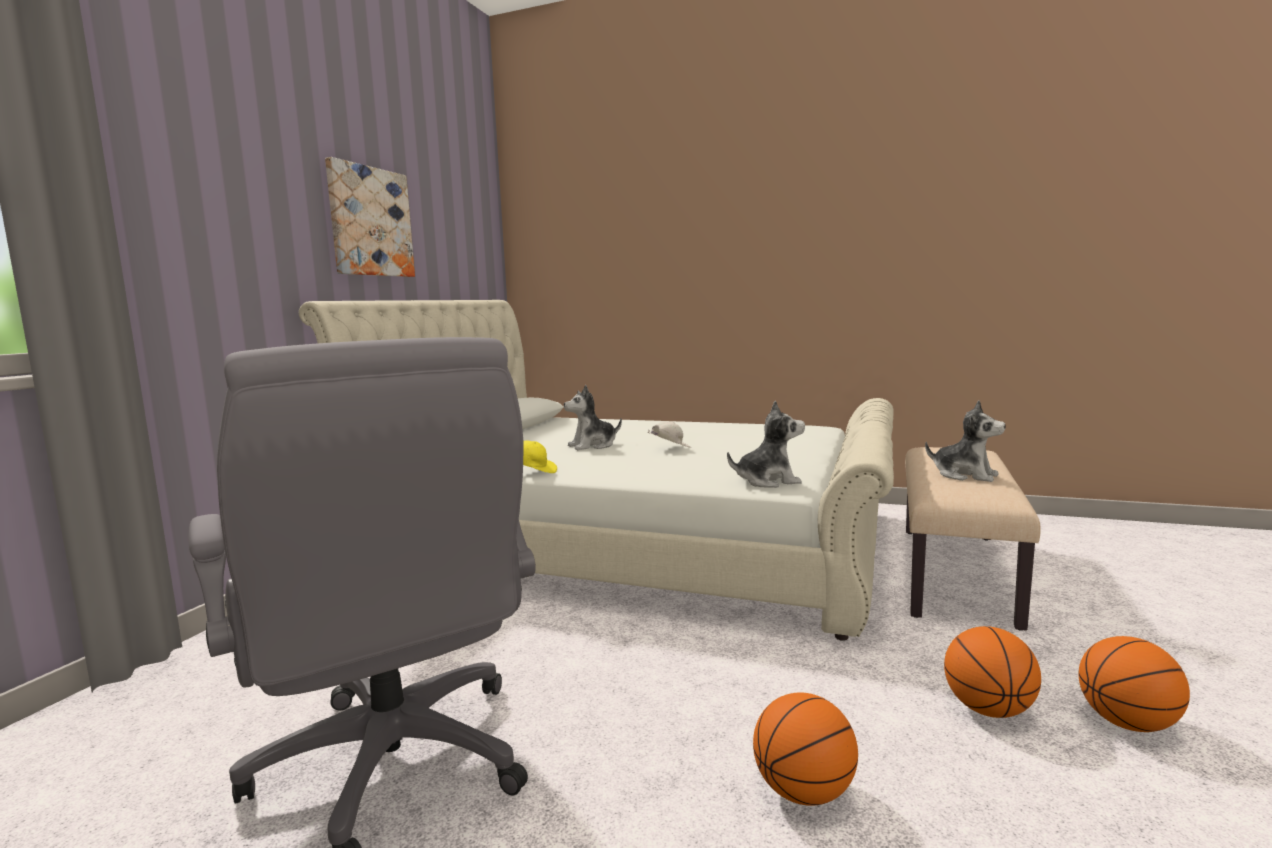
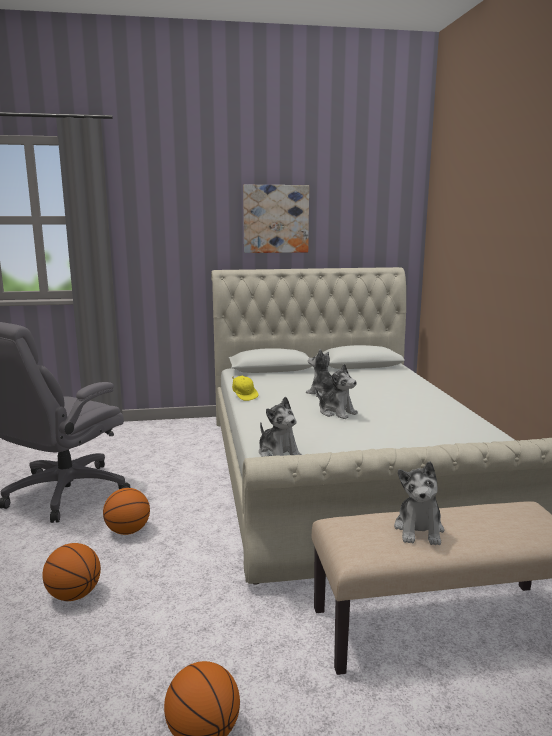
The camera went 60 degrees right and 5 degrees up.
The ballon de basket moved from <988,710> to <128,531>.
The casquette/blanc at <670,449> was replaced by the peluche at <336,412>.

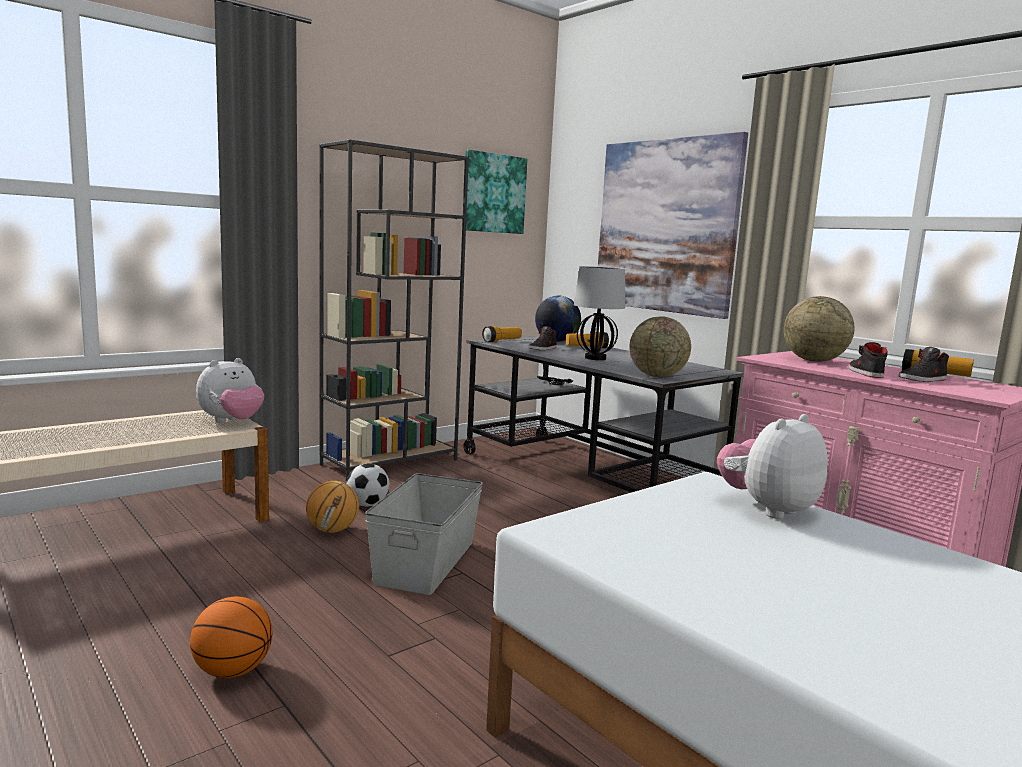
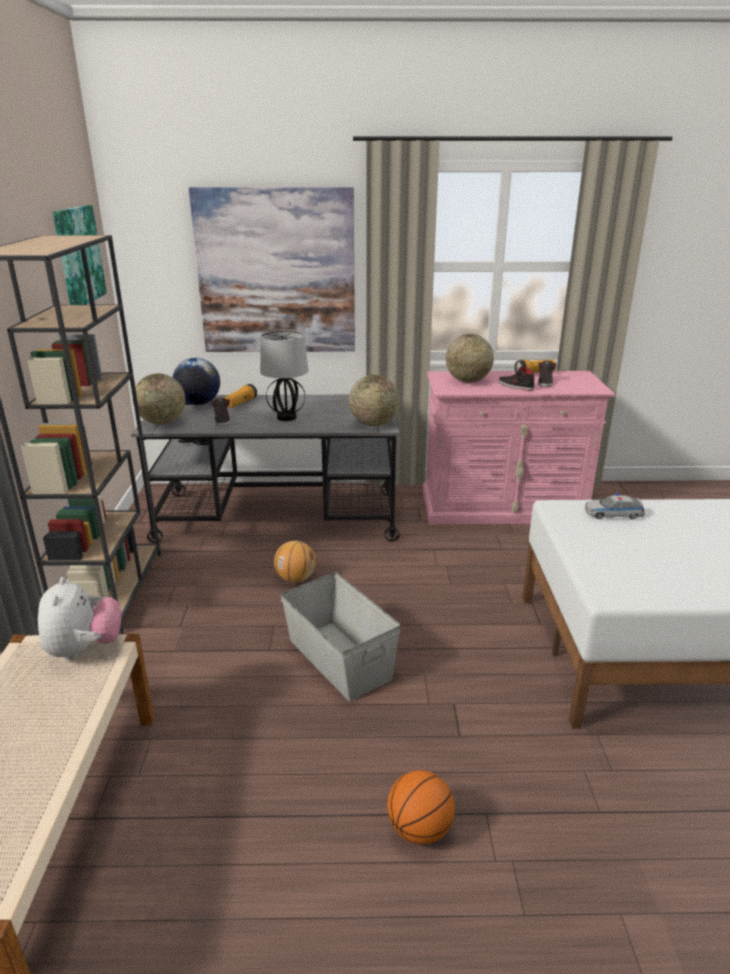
The camera went 50 degrees left and 15 degrees up.
The lampe de poche at <502,341> was replaced by the globe at <162,422>.
The ballon de basket moved from <332,530> to <296,579>.
The peluche at <767,509> was replaced by the petite voiture at <613,514>.
The ballon de foot at <367,505> disappeared.

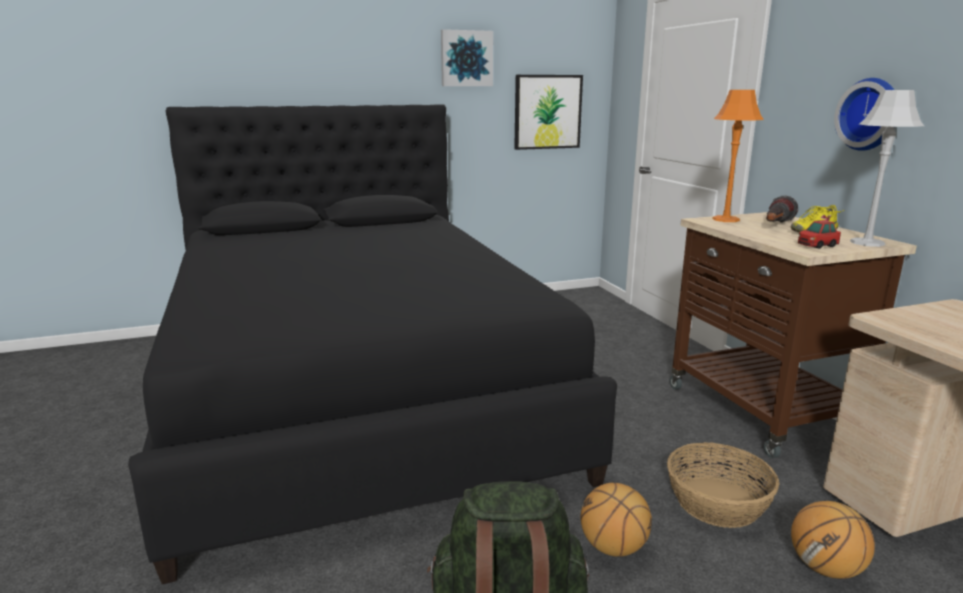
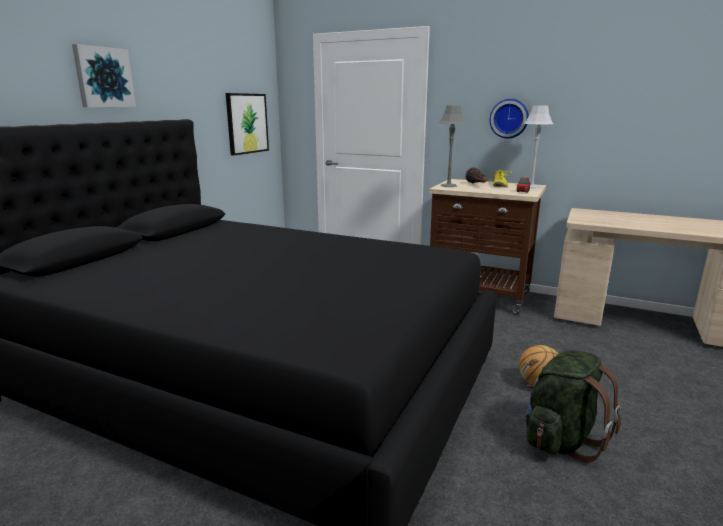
The camera went 45 degrees left and 0 degrees up.
The tableau moved from <466,58> to <103,77>.
The lampe de table/orange at <726,219> became the lampe de table/gris at <448,185>.
The panier at <716,502> disappeared.
The ballon de basket at <826,568> disappeared.

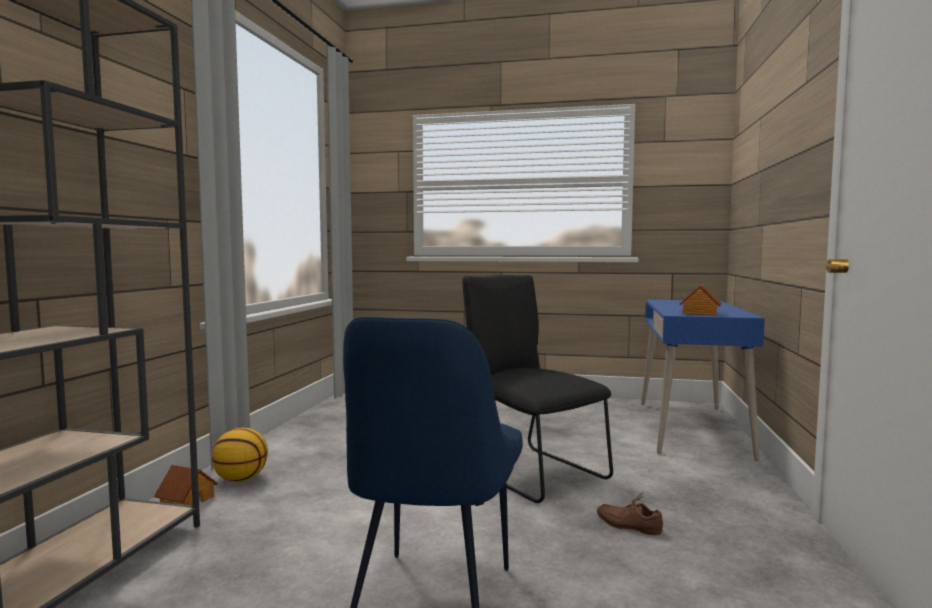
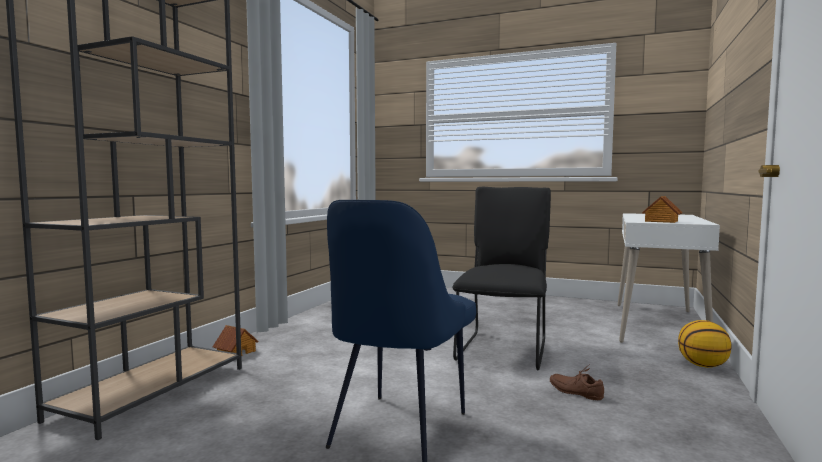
The camera went 10 degrees right and 0 degrees up.
The chaise/noir at <530,471> turned 45 degrees clockwise.
The bureau/bleu at <692,429> became the bureau/blanc at <658,325>.
The ballon de basket moved from <241,479> to <703,366>.

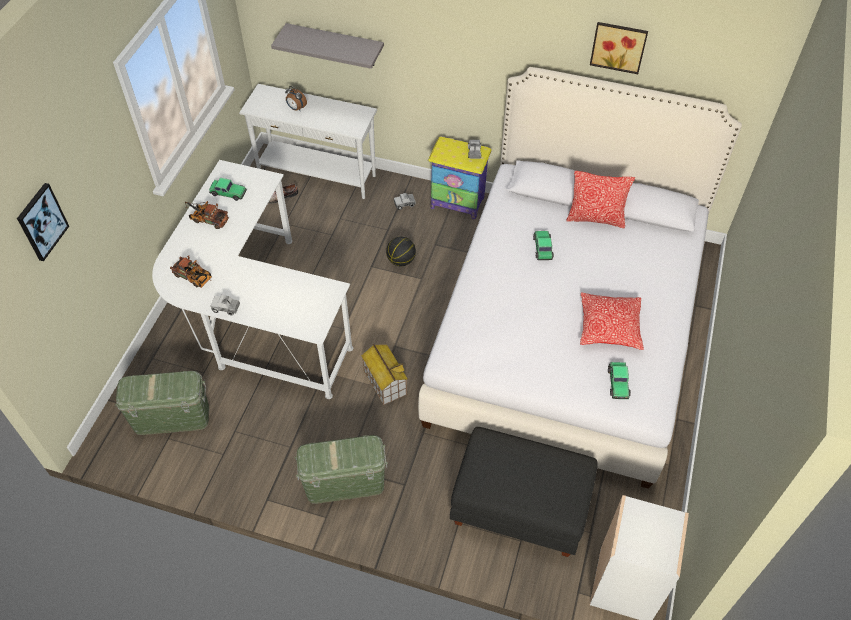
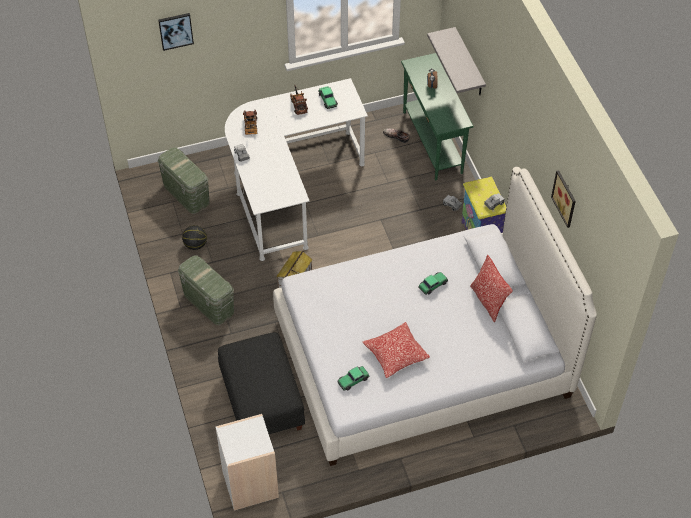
The camera went 55 degrees right and 0 degrees up.
The ballon de basket moved from <401,260> to <195,244>.
The table console/blanc at <318,175> became the table console/vert at <433,142>.

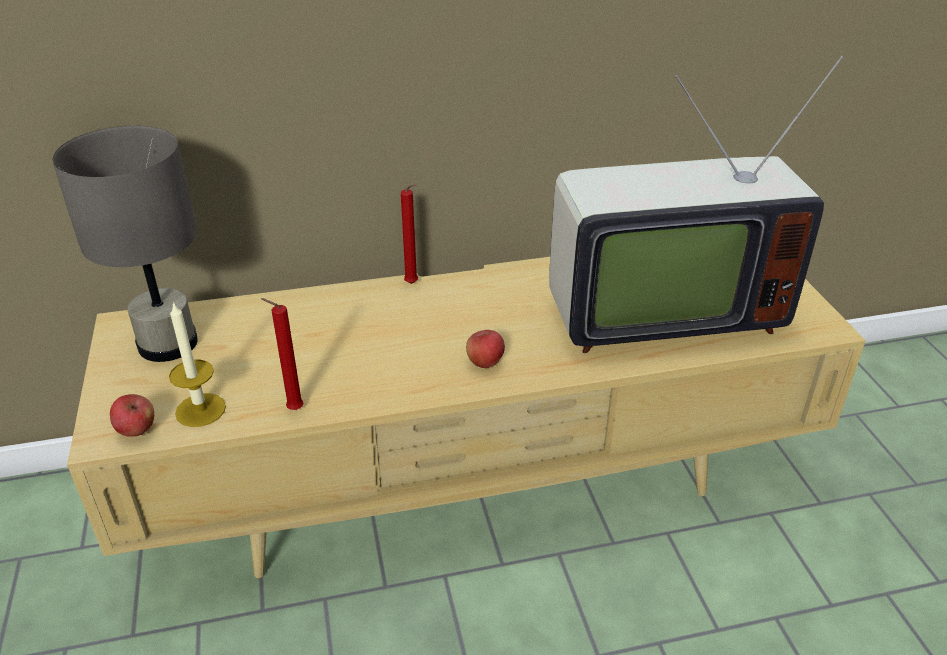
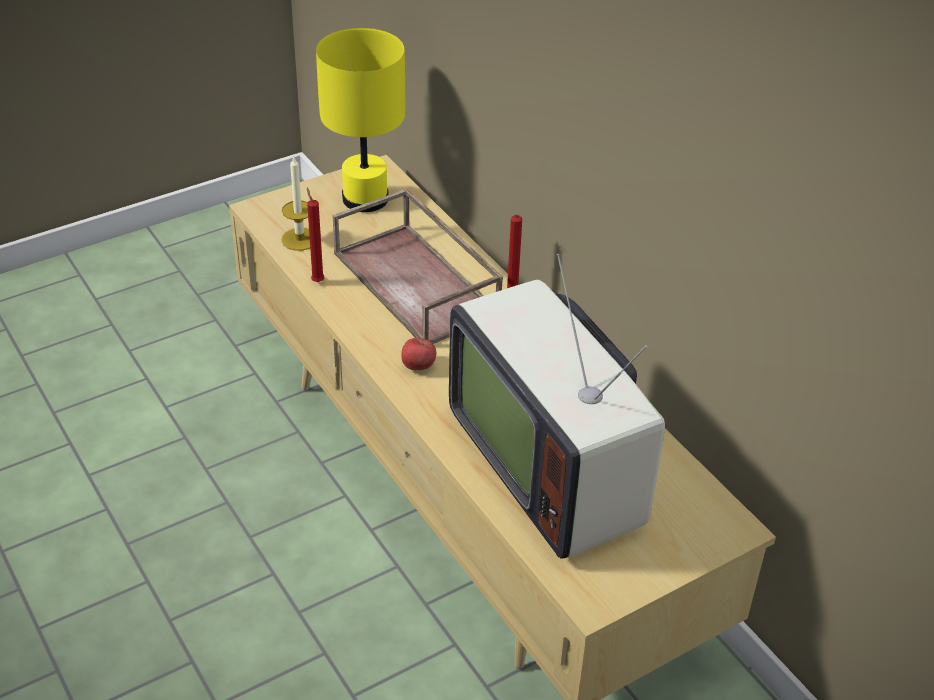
The camera went 70 degrees right and 5 degrees up.
The lampe de table/gris at <169,344> became the lampe de table/jaune at <365,199>.
The plateau/marron at <418,284> appeared.
The pomme at <137,430> disappeared.

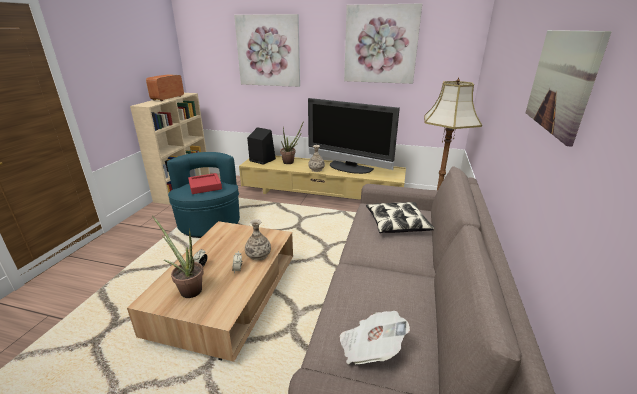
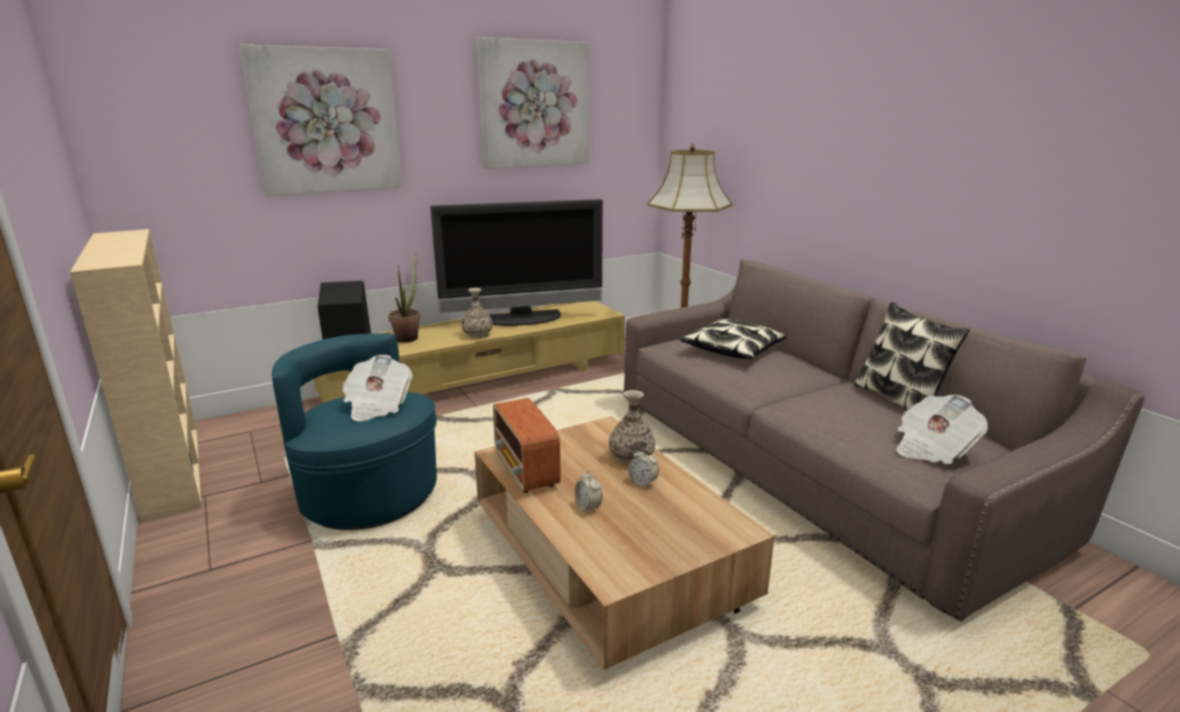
The camera went 45 degrees left and 5 degrees down.
The plateau/rouge at <205,186> was replaced by the journal at <377,405>.
The radio moved from <167,98> to <526,471>.
The coussin at <899,400> appeared.
The plante en pot at <188,289> disappeared.
The tableau at <561,81> disappeared.

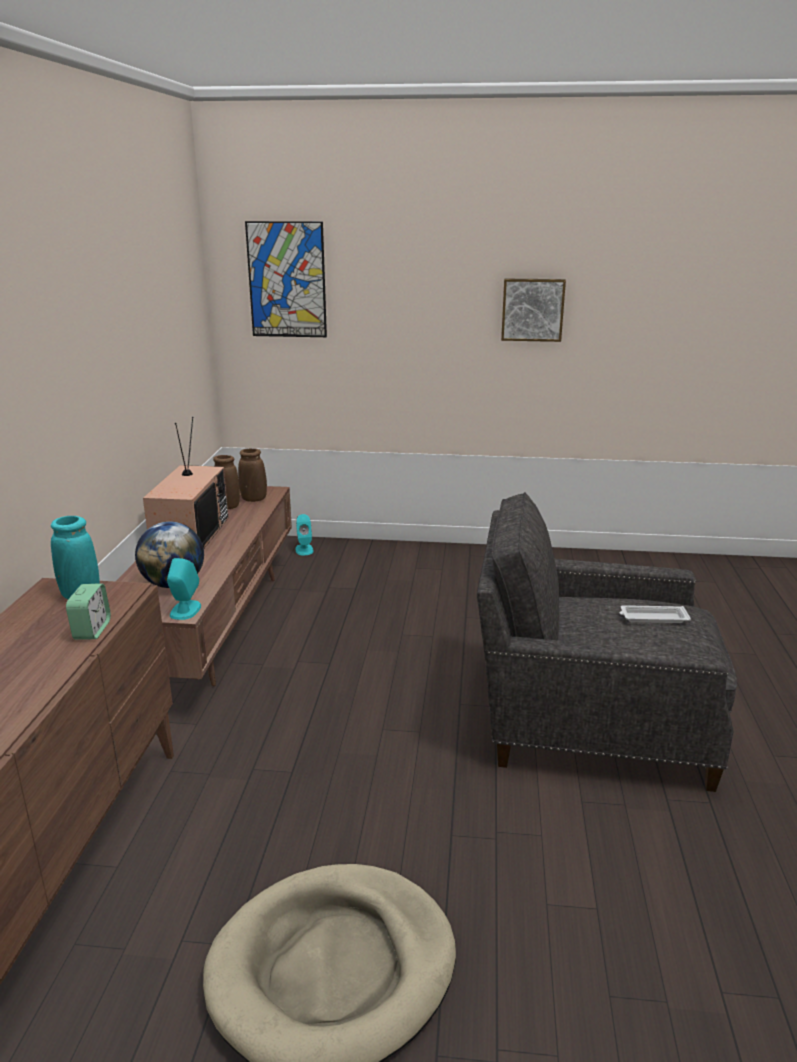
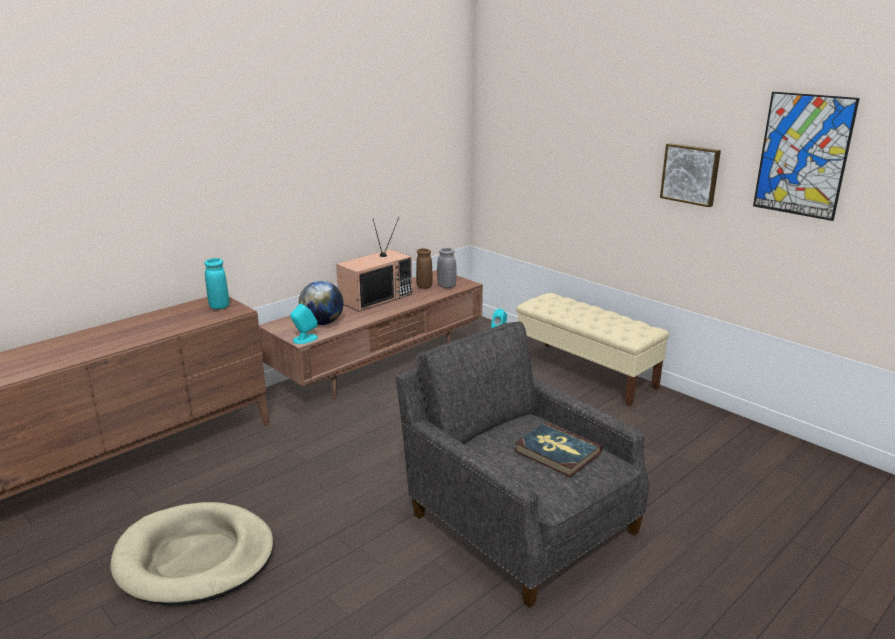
The camera went 40 degrees right and 0 degrees up.
The vase/marron at <253,499> became the vase/gris at <446,286>.
The plateau/blanc at <652,618> was replaced by the livre at <557,452>.
The banc/beige at <585,373> appeared.
The tableau moved from <287,280> to <803,155>.
The réveil at <92,630> disappeared.

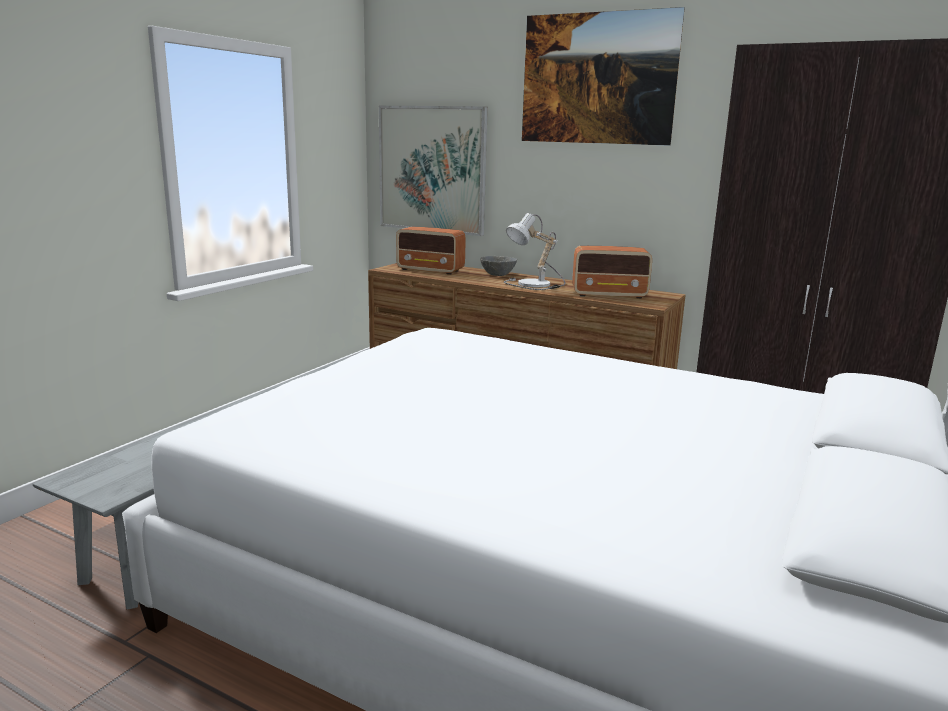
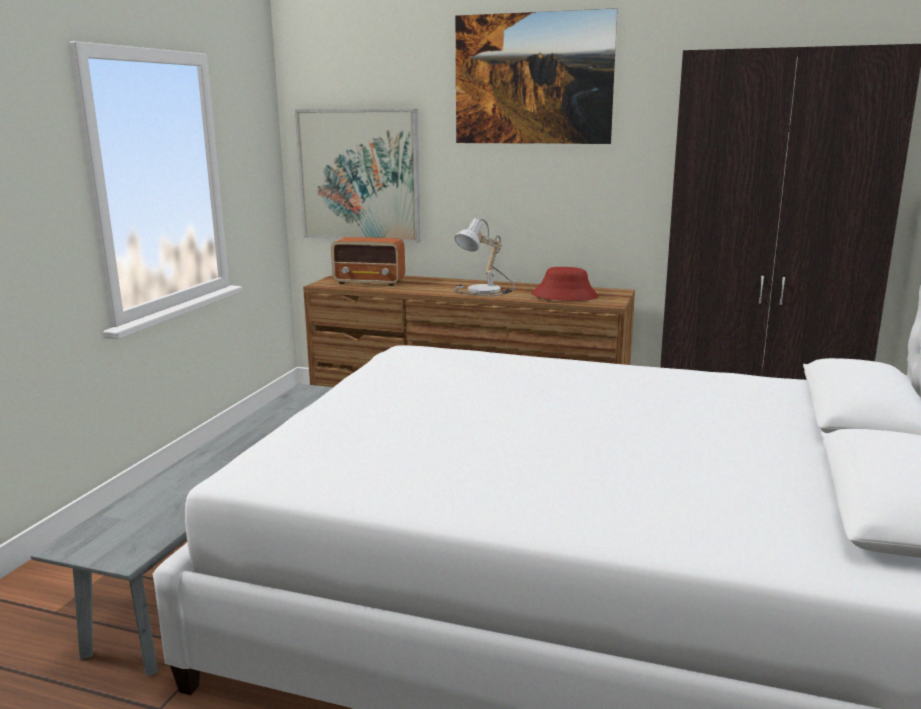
The camera went 10 degrees left and 0 degrees up.
The radio at <610,295> was replaced by the chapeau/rouge at <564,296>.
The bol/gris at <498,275> disappeared.

